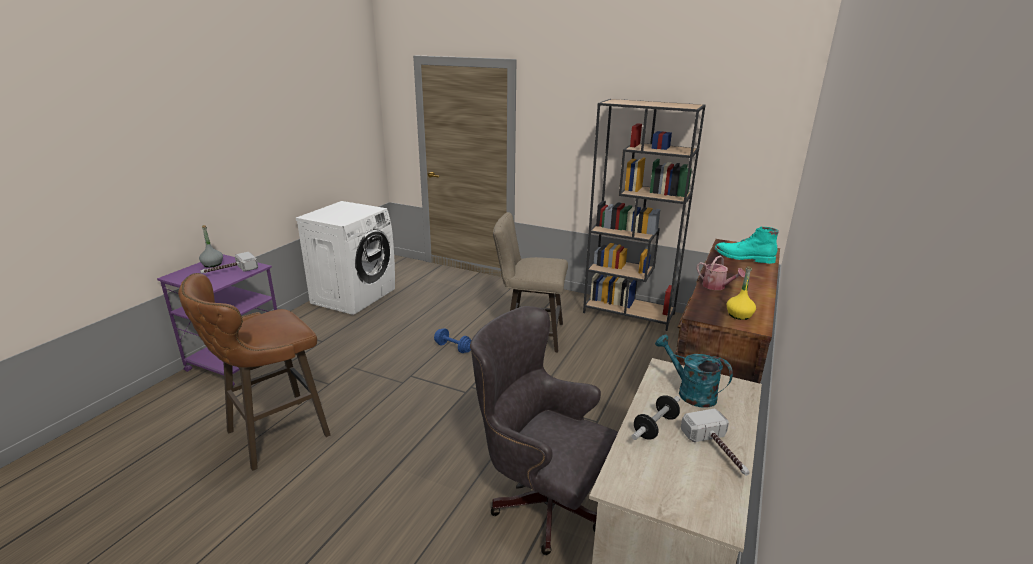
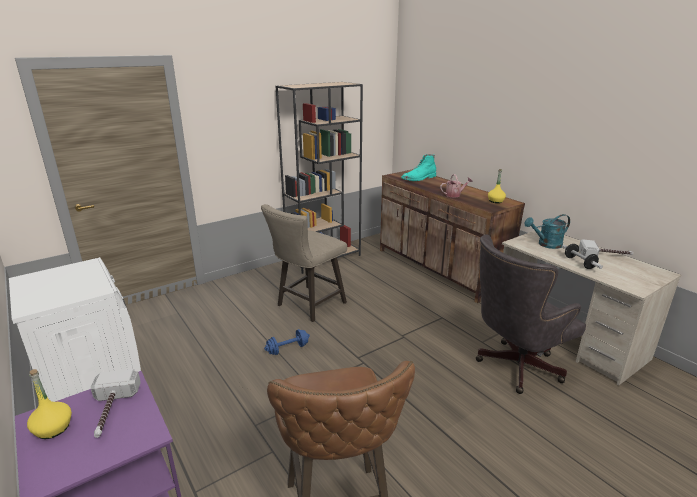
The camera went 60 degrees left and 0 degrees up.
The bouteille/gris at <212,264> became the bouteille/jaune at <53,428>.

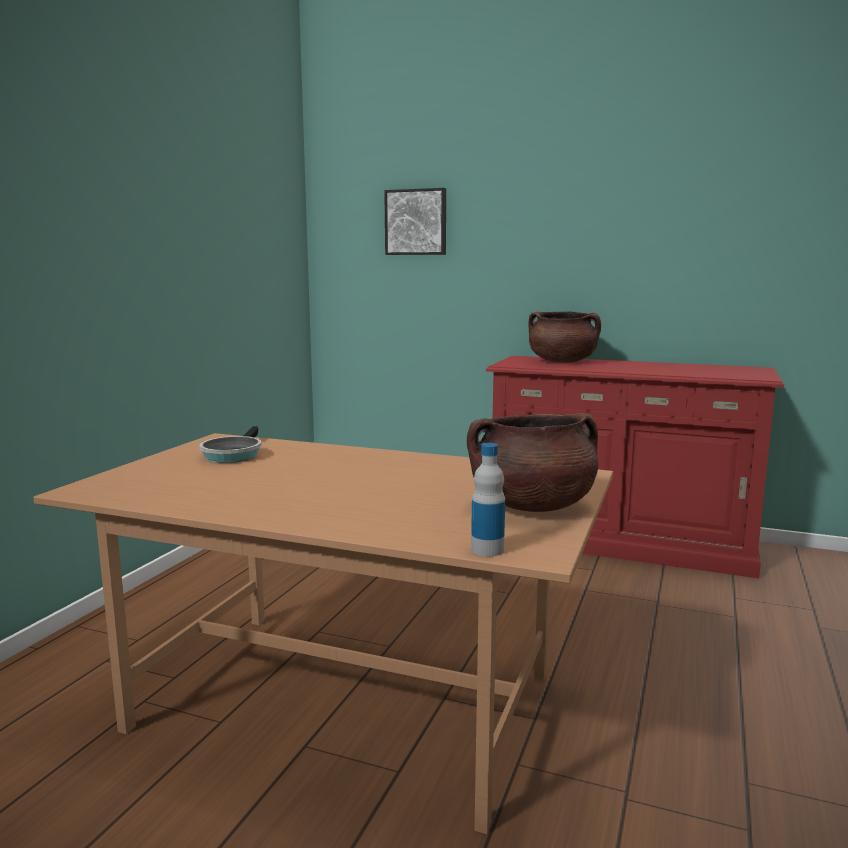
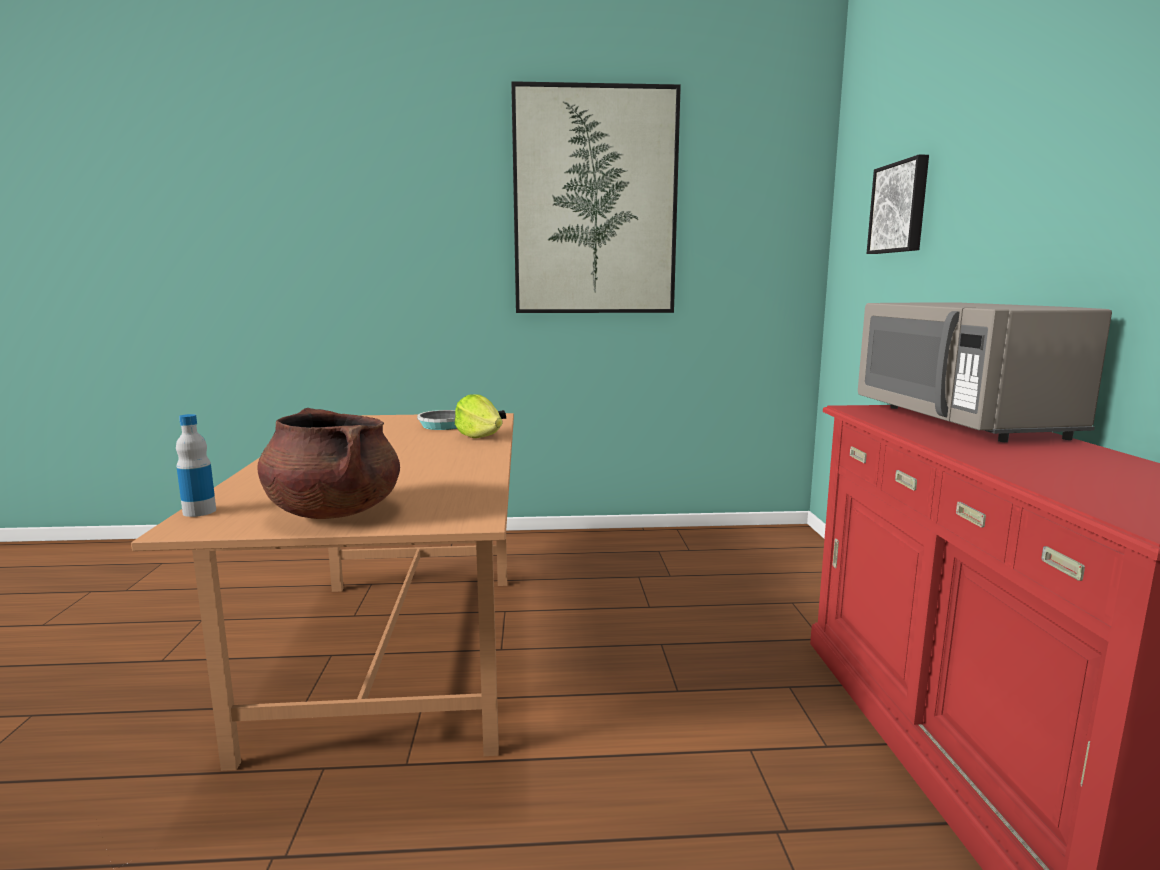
The camera went 65 degrees right and 0 degrees up.
The laitue at <479,436> appeared.
The tableau at <595,202> appeared.
The marmite/marron at <562,361> was replaced by the micro-ondes/gris at <959,421>.

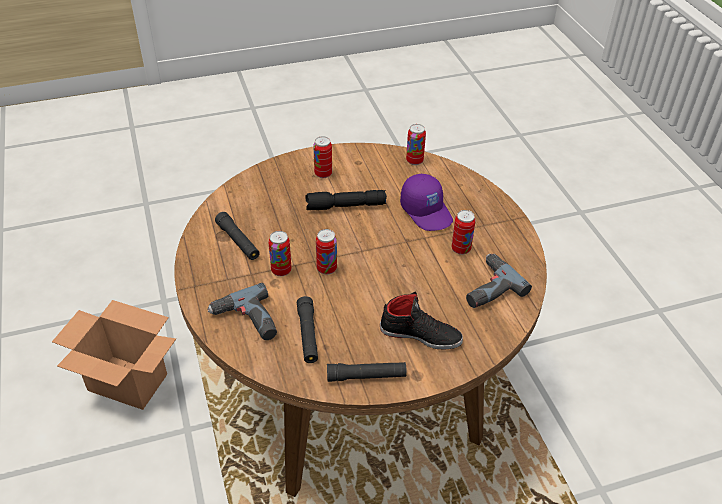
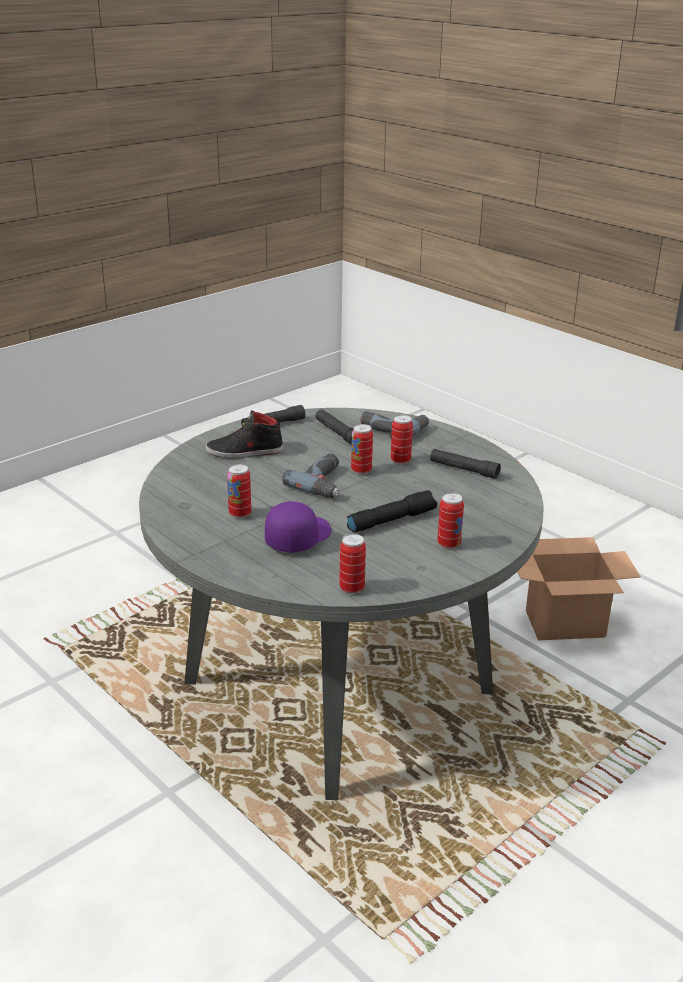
The camera went 155 degrees right and 15 degrees down.
The table à manger/marron at <358,389> became the table à manger/gris at <338,687>.
The casquette/violet at <427,211> turned 90 degrees clockwise.
The perceuse moved from <487,287> to <325,483>.

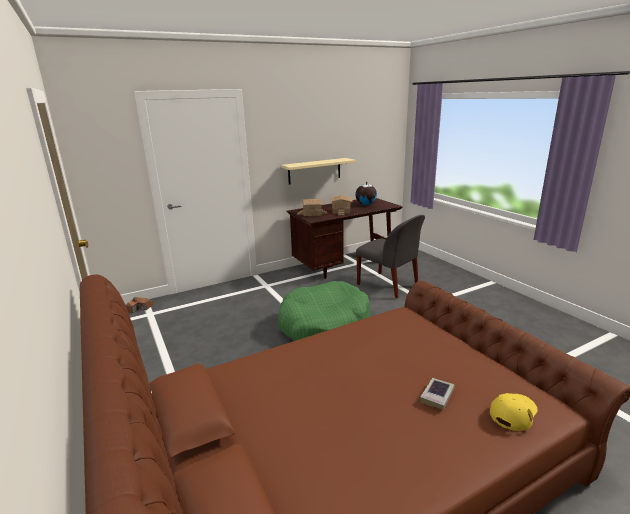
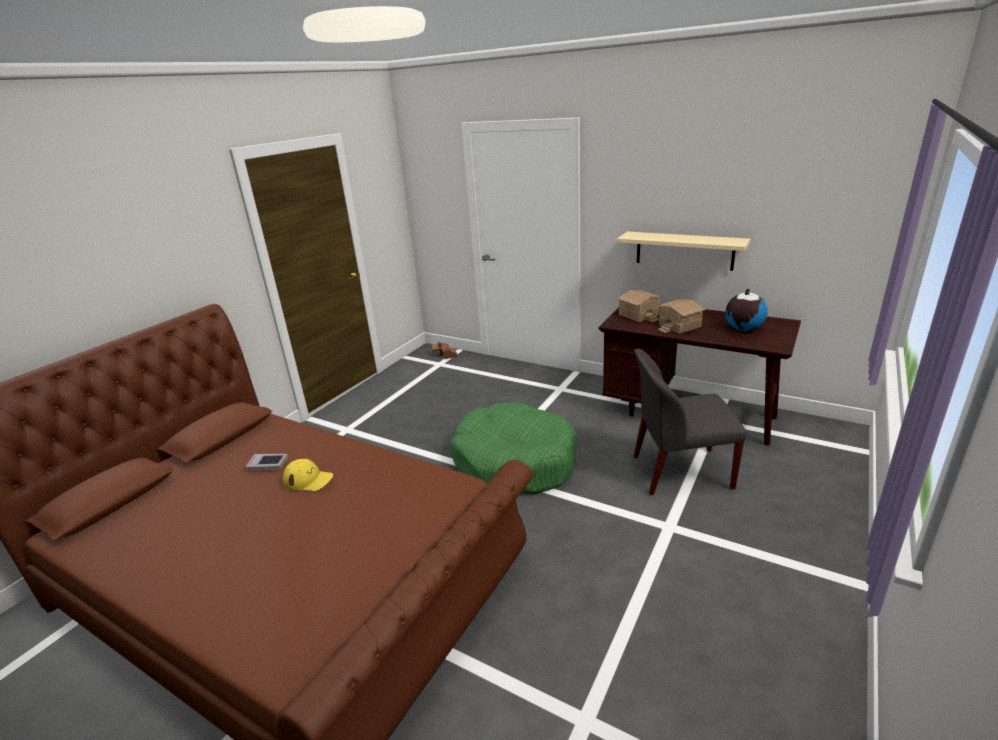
The camera went 60 degrees right and 5 degrees up.
The livre moved from <437,396> to <267,464>.
The casquette/jaune moved from <513,412> to <308,480>.
The chaise/gris at <388,285> turned 75 degrees clockwise.

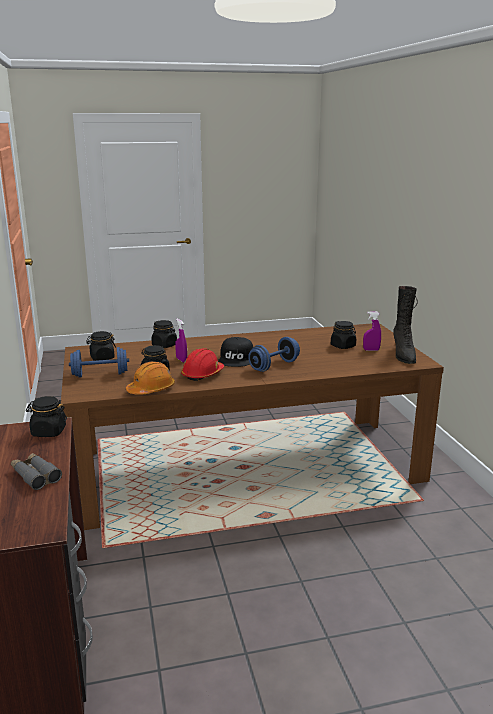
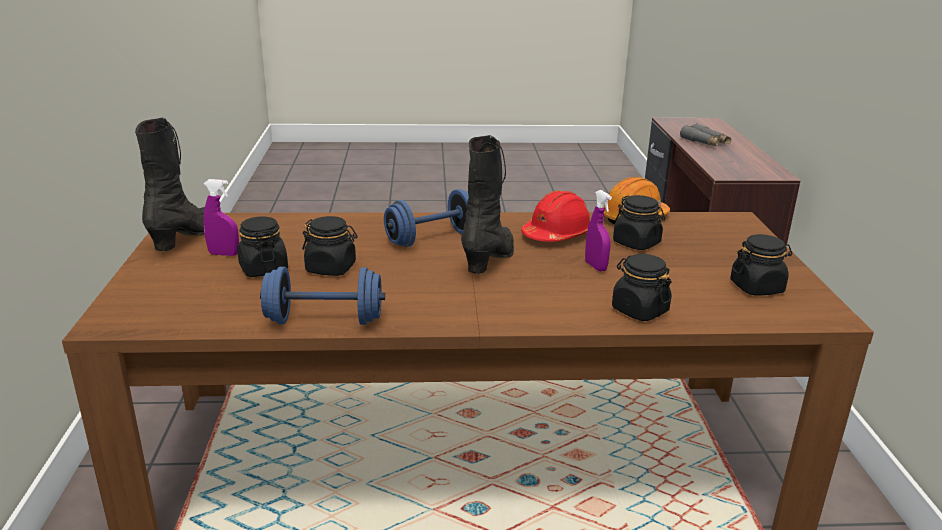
The camera went 170 degrees left and 5 degrees up.
The haltère/bleu moved from <100,374> to <324,320>.
The bocal/noir moved from <48,432> to <331,268>.
The casquette/noir at <237,359> was replaced by the botte/noir at <490,259>.

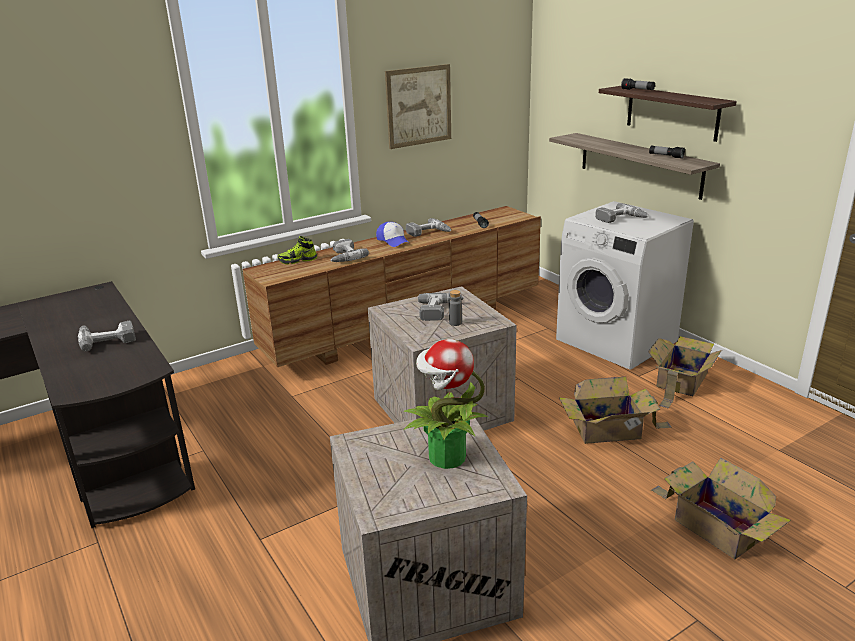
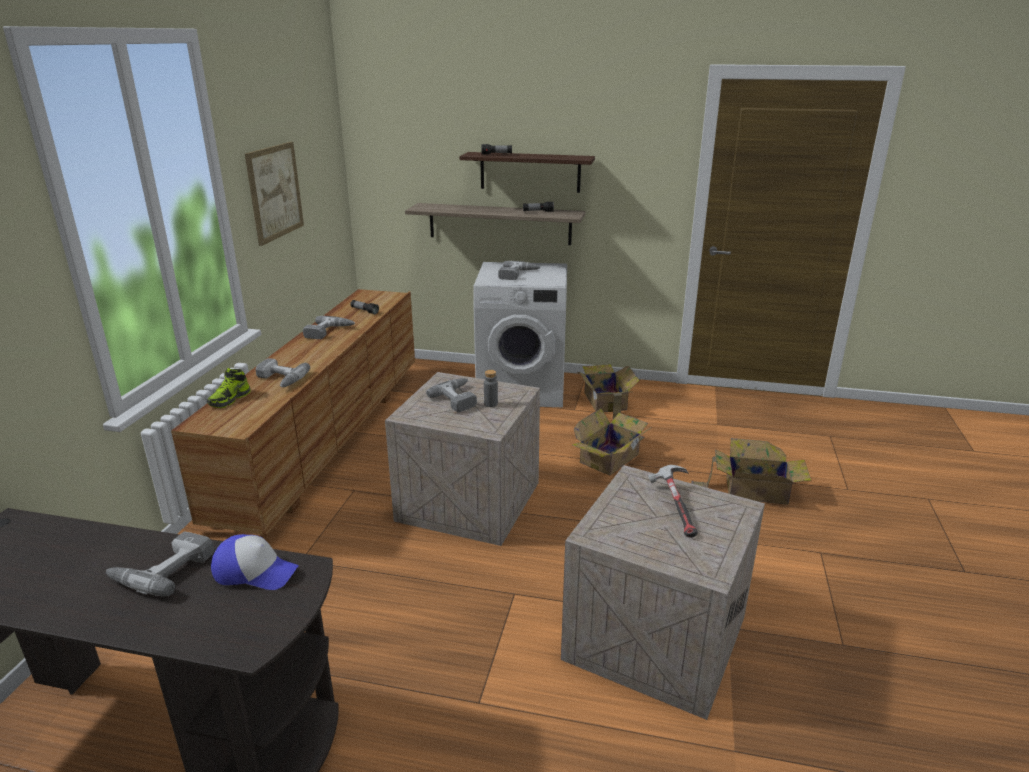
The camera went 45 degrees left and 0 degrees up.
The casquette moved from <393,240> to <255,571>.
The plante en pot at <445,457> was replaced by the marteau at <675,507>.

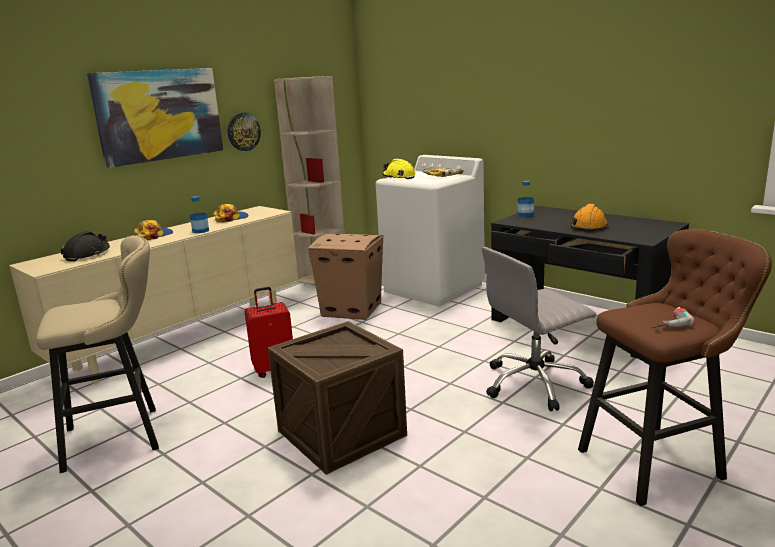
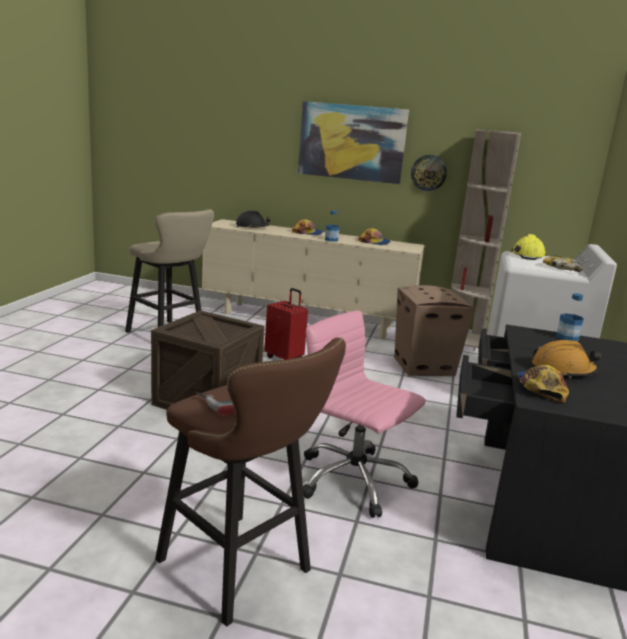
The camera went 60 degrees right and 0 degrees up.
The chaise de bureau/gris at <534,384> became the chaise de bureau/rose at <353,480>.
The casquette at <540,389> appeared.

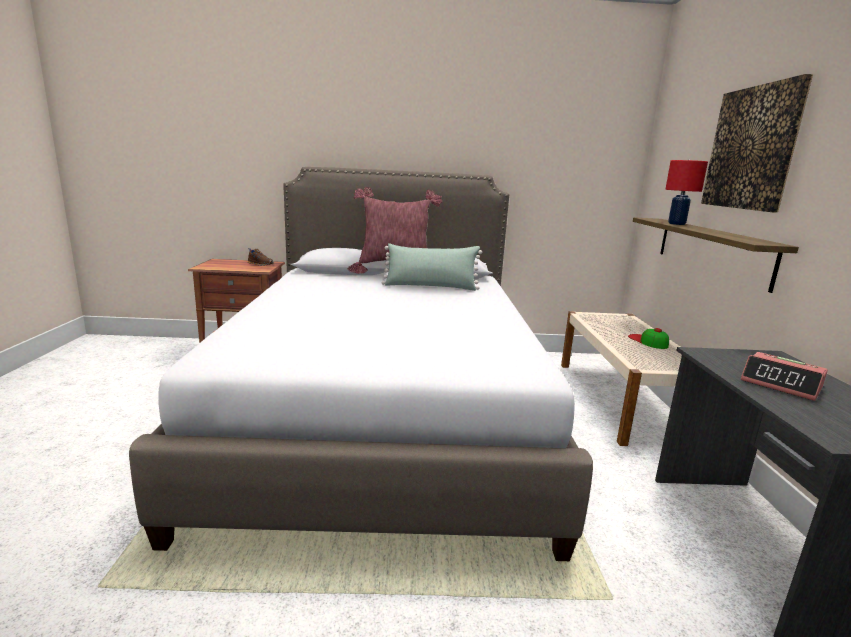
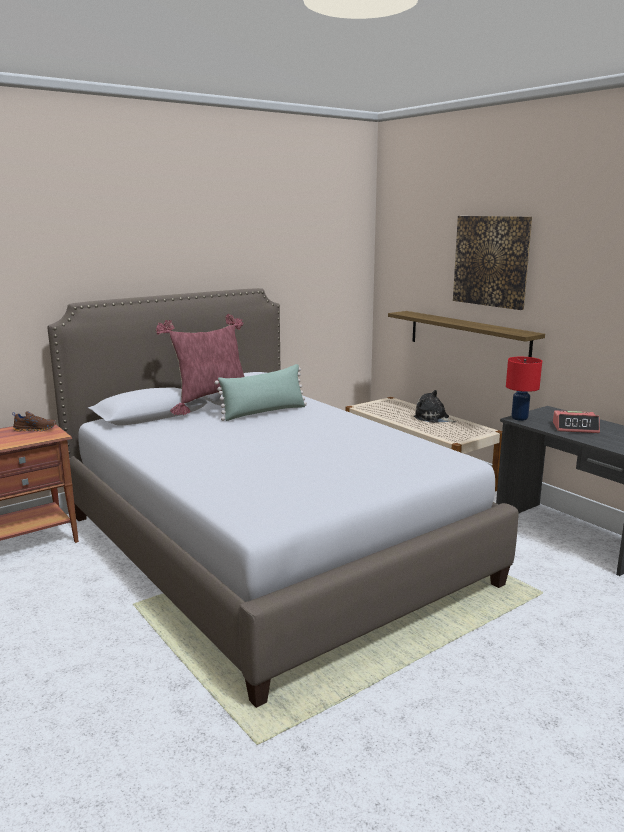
The camera went 35 degrees left and 0 degrees up.
The casquette at <648,341> was replaced by the peluche at <433,418>.
The lampe de table/rouge moved from <677,224> to <519,418>.

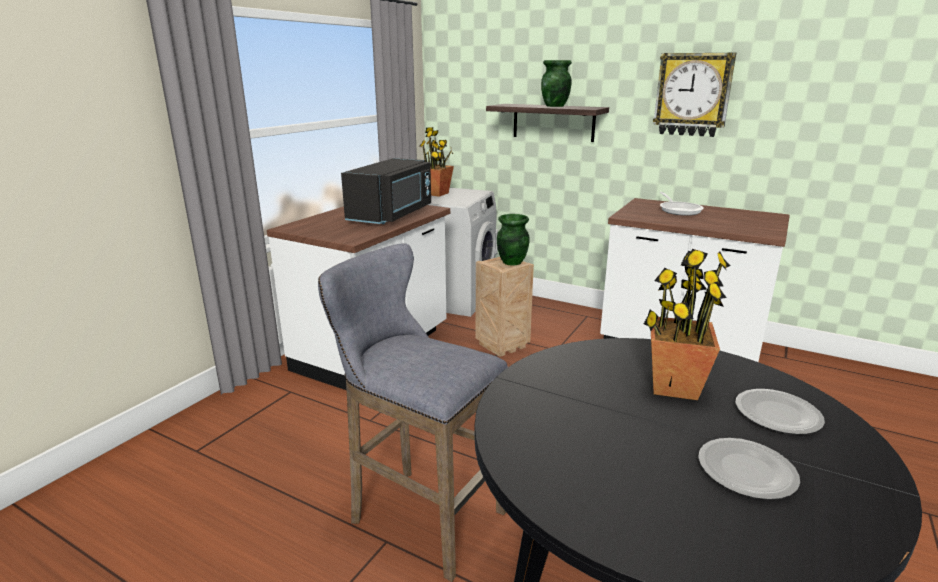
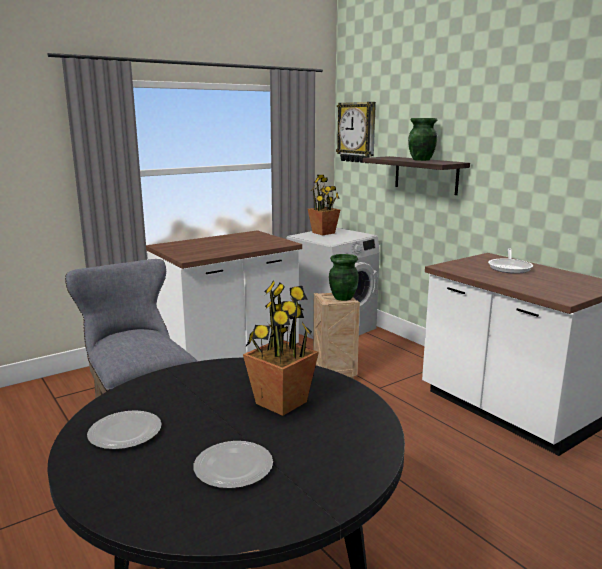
The camera went 25 degrees right and 5 degrees down.
The assiette moved from <777,415> to <124,433>.
The horloge murale moved from <692,95> to <357,132>.
The micro-ondes/noir at <392,215> disappeared.

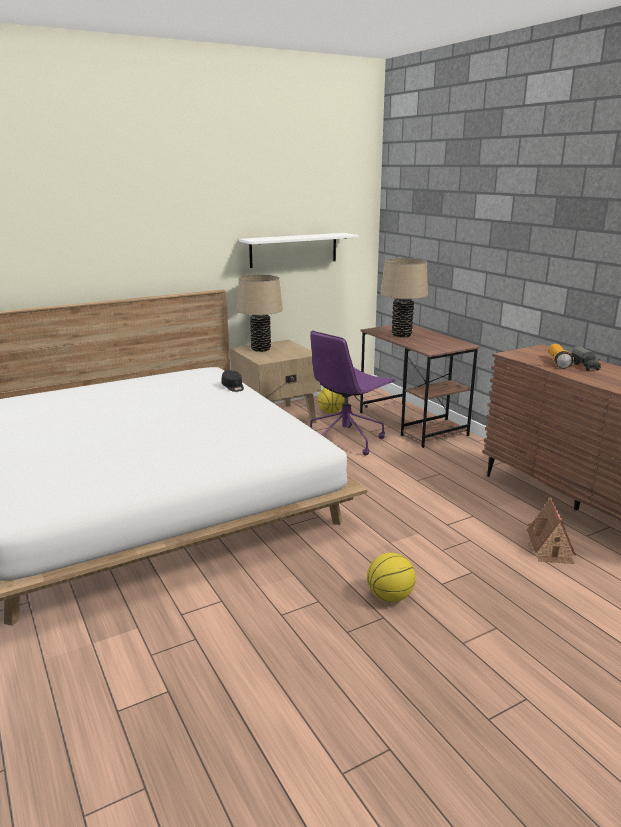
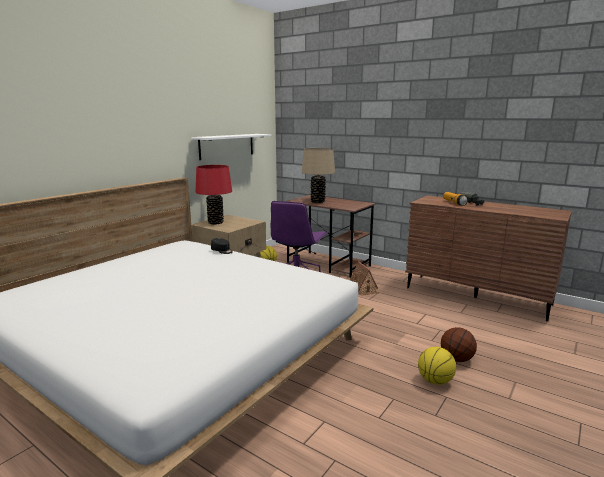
The camera went 25 degrees left and 5 degrees down.
The lampe de table/beige at <261,349> became the lampe de table/rouge at <215,222>.
The maison miniature moved from <550,548> to <363,288>.
The ballon de basket at <456,359> appeared.

